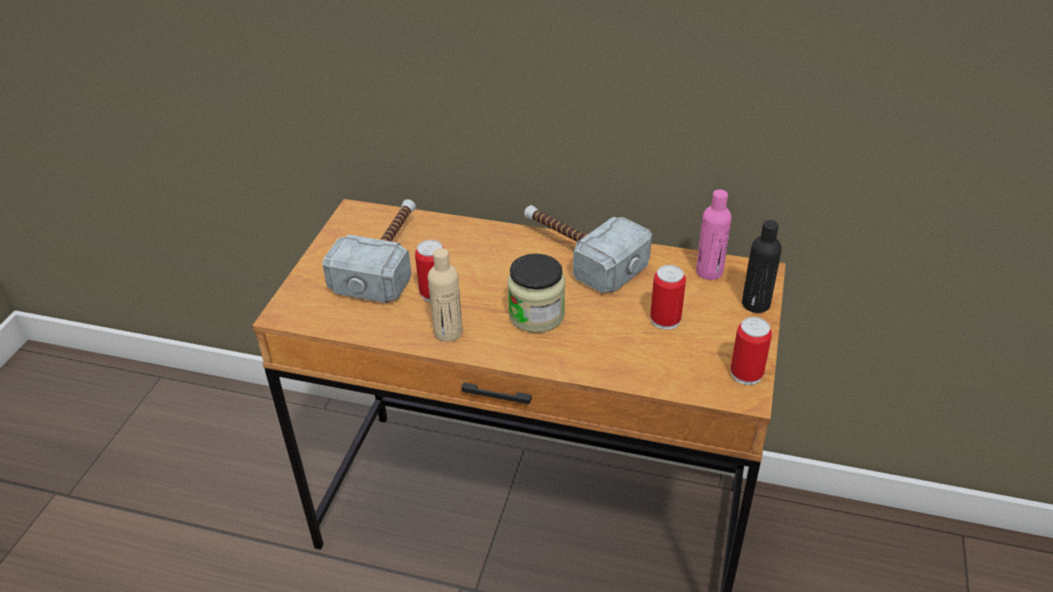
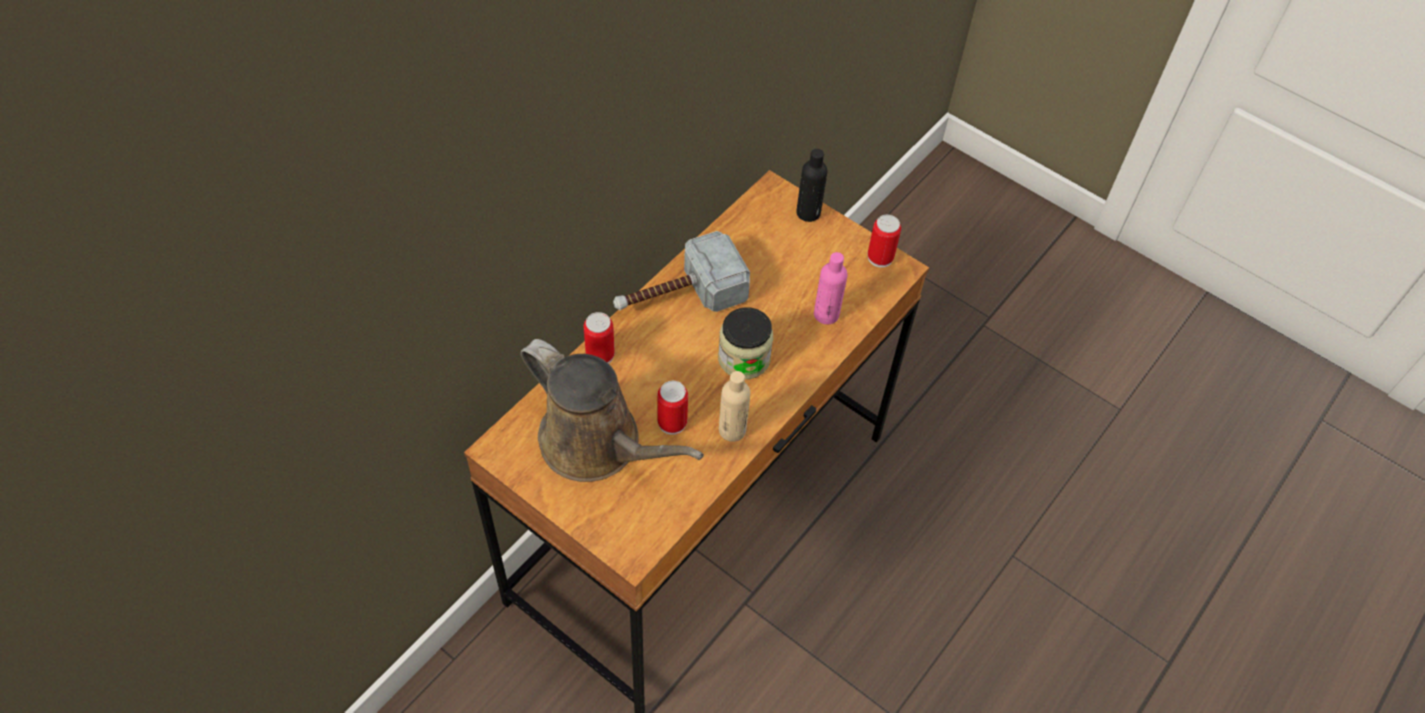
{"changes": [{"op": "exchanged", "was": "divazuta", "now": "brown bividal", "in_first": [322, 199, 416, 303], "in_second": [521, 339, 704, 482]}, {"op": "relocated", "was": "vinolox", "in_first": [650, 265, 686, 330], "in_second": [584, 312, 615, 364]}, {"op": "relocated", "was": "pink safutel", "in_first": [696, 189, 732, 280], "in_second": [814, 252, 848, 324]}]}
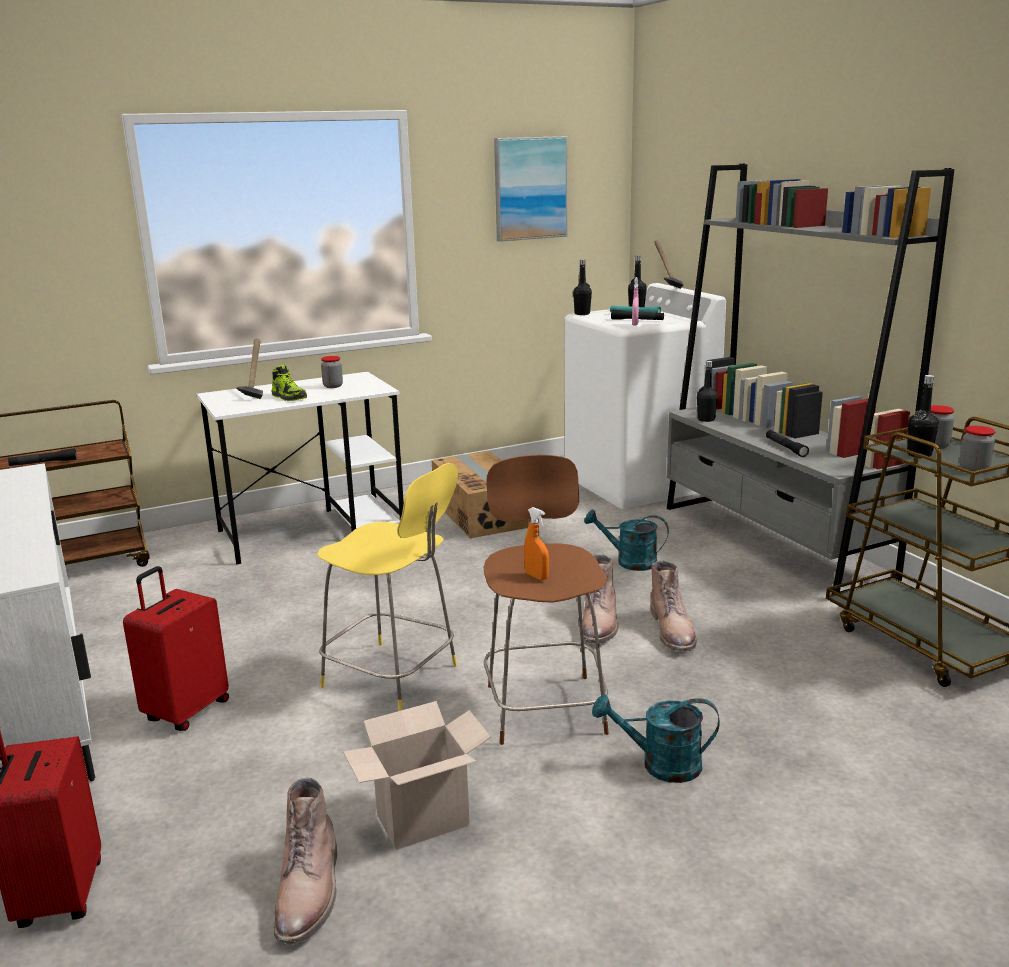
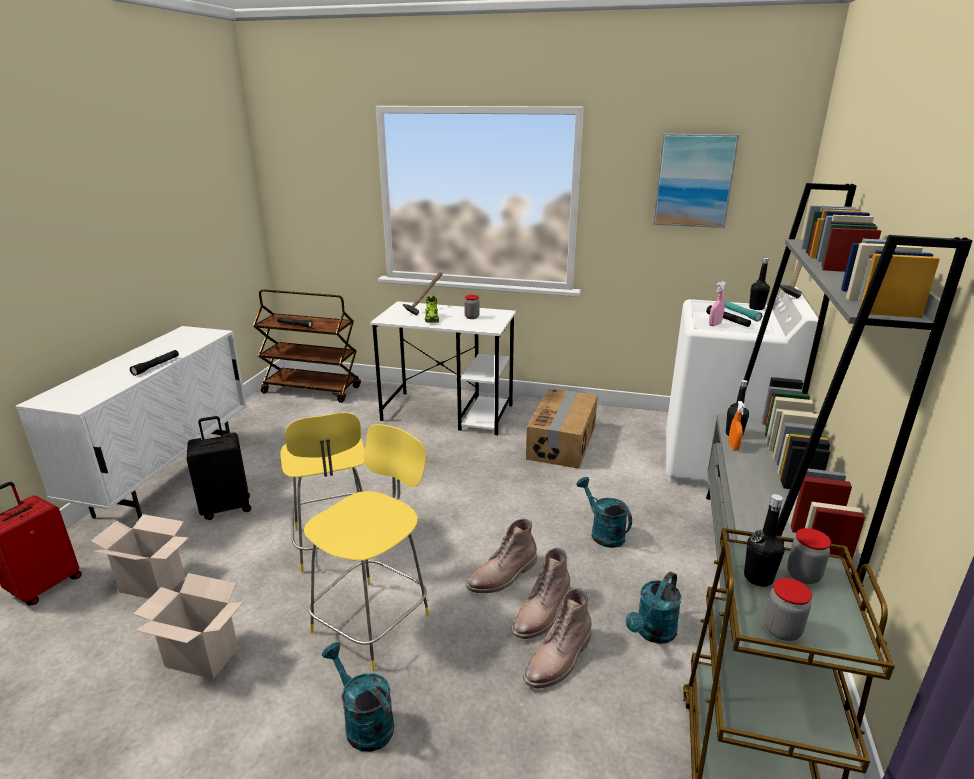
{"changes": [{"op": "colour", "was": "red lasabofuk", "now": "black lasabofuk", "in_first": [123, 566, 229, 731], "in_second": [187, 416, 251, 520]}, {"op": "relocated", "was": "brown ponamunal", "in_first": [274, 777, 337, 945], "in_second": [523, 588, 592, 689]}, {"op": "colour", "was": "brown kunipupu", "now": "yellow kunipupu", "in_first": [484, 455, 609, 745], "in_second": [304, 424, 430, 671]}, {"op": "relocated", "was": "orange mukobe", "in_first": [524, 507, 549, 580], "in_second": [728, 401, 746, 450]}, {"op": "missing", "was": "black safutel", "in_first": [573, 259, 592, 315]}, {"op": "relocated", "was": "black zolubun", "in_first": [766, 430, 809, 457], "in_second": [130, 350, 179, 376]}, {"op": "appeared", "now": "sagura", "in_second": [91, 514, 189, 599]}, {"op": "appeared", "now": "turquoise bividal", "in_second": [626, 572, 682, 644]}]}
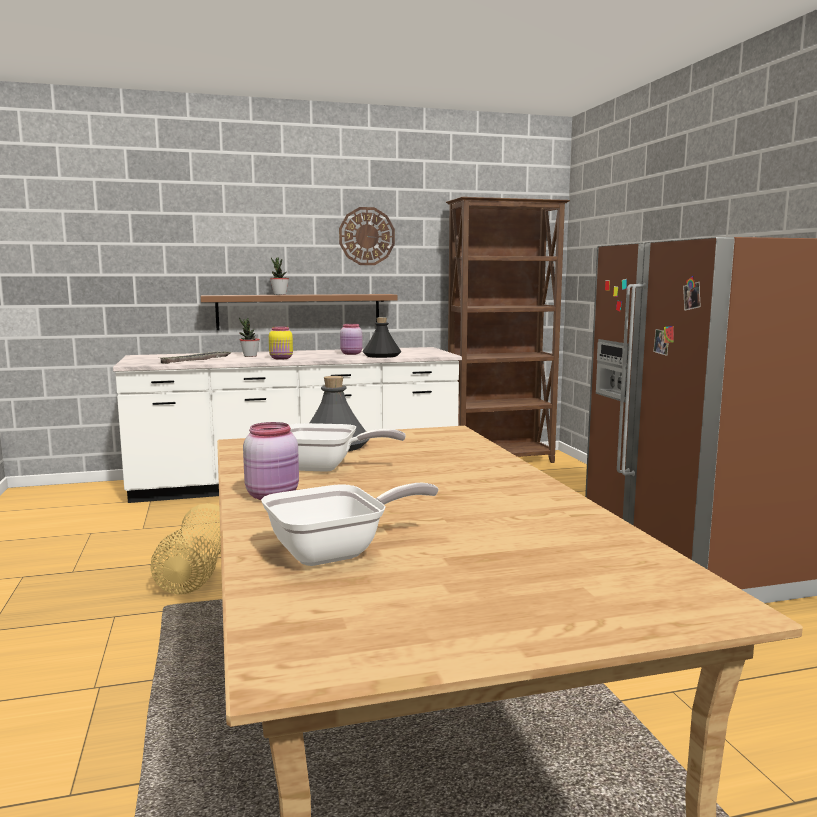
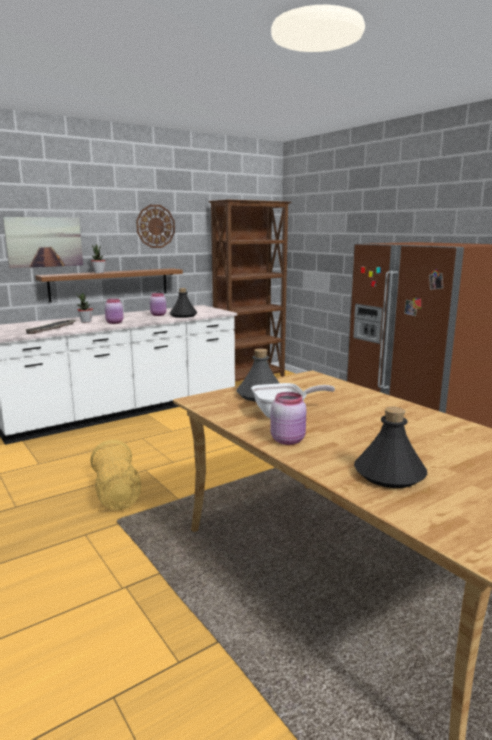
{"changes": [{"op": "exchanged", "was": "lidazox", "now": "black safutel", "in_first": [261, 483, 439, 566], "in_second": [354, 407, 427, 488]}, {"op": "colour", "was": "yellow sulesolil", "now": "pink sulesolil", "in_first": [269, 326, 293, 359], "in_second": [105, 299, 123, 324]}, {"op": "appeared", "now": "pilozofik", "in_second": [3, 217, 83, 268]}]}
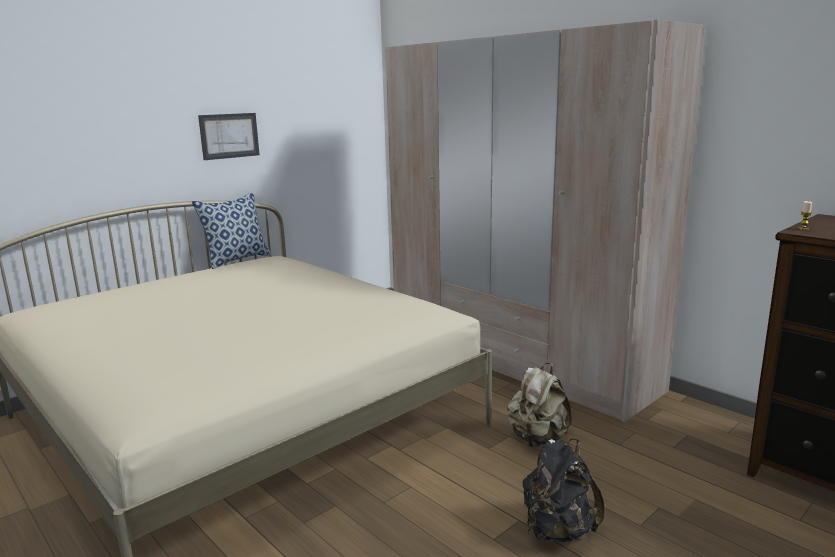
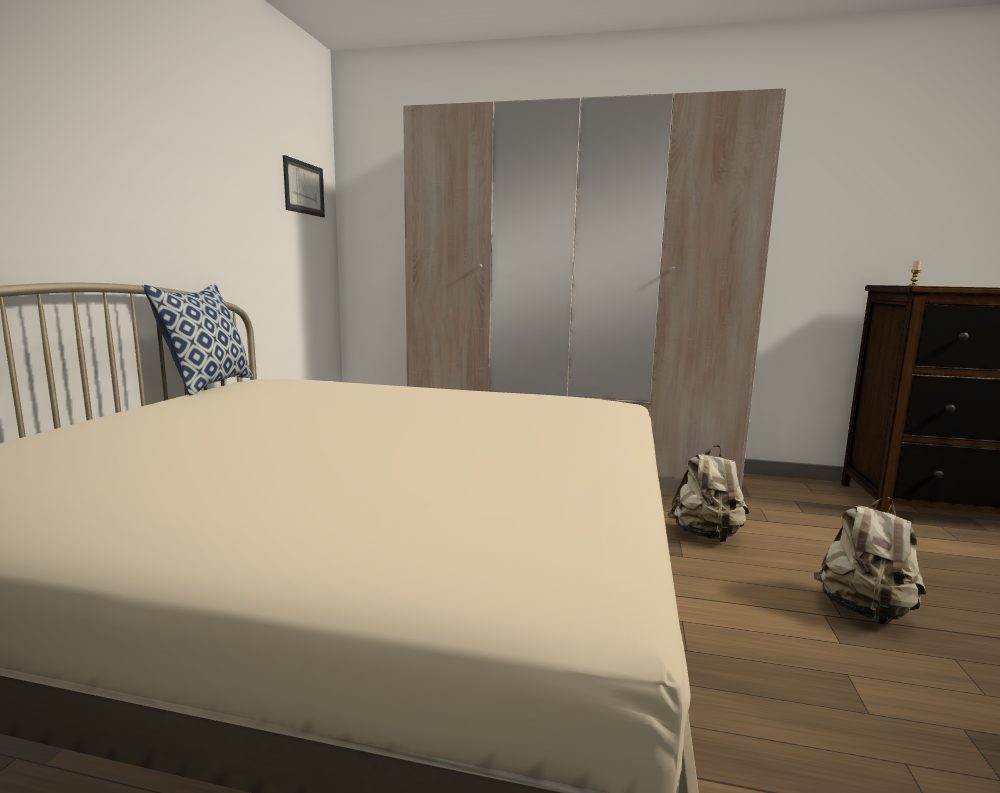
{"changes": [{"op": "relocated", "was": "pilozofik", "in_first": [198, 113, 260, 160], "in_second": [283, 155, 325, 217]}, {"op": "colour", "was": "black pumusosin", "now": "beige pumusosin", "in_first": [522, 439, 605, 542], "in_second": [814, 497, 926, 625]}]}
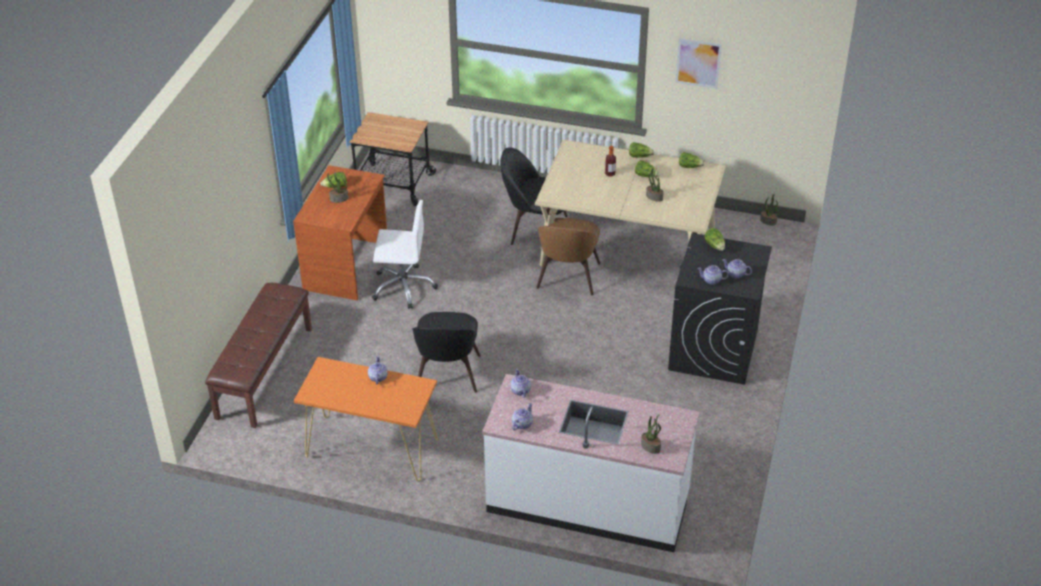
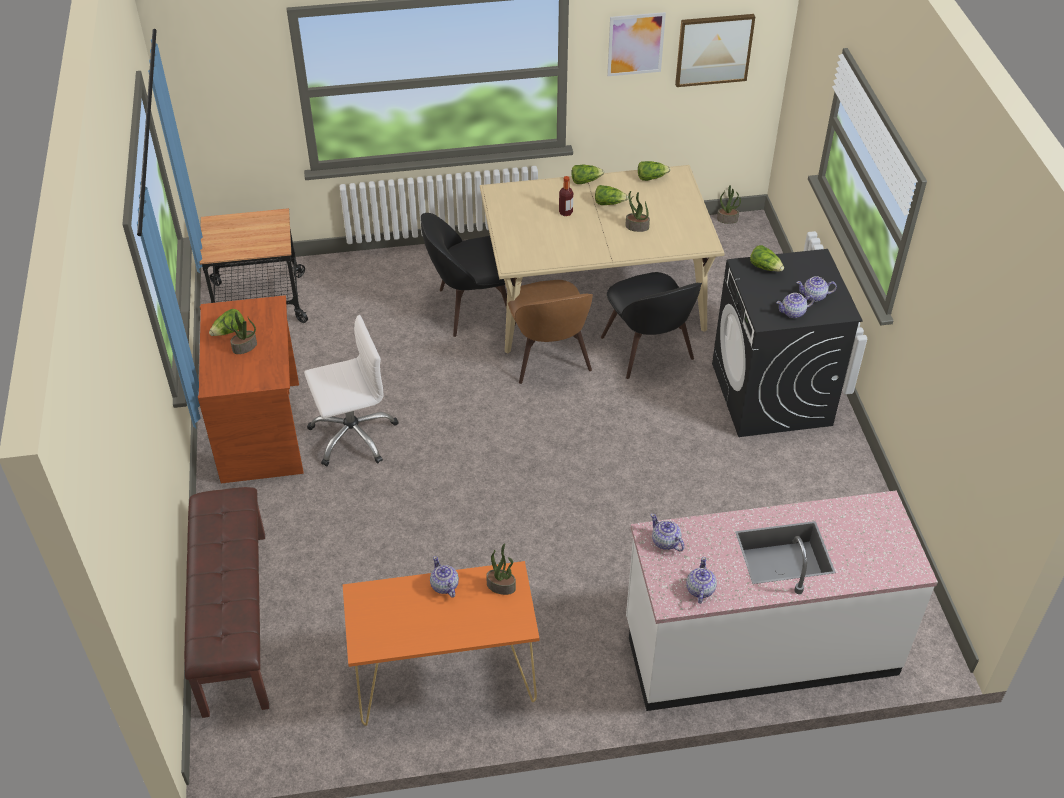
{"changes": [{"op": "relocated", "was": "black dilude", "in_first": [412, 312, 481, 393], "in_second": [601, 272, 702, 379]}, {"op": "relocated", "was": "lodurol", "in_first": [641, 414, 661, 454], "in_second": [486, 543, 516, 595]}, {"op": "appeared", "now": "pilozofik", "in_second": [675, 14, 755, 87]}]}
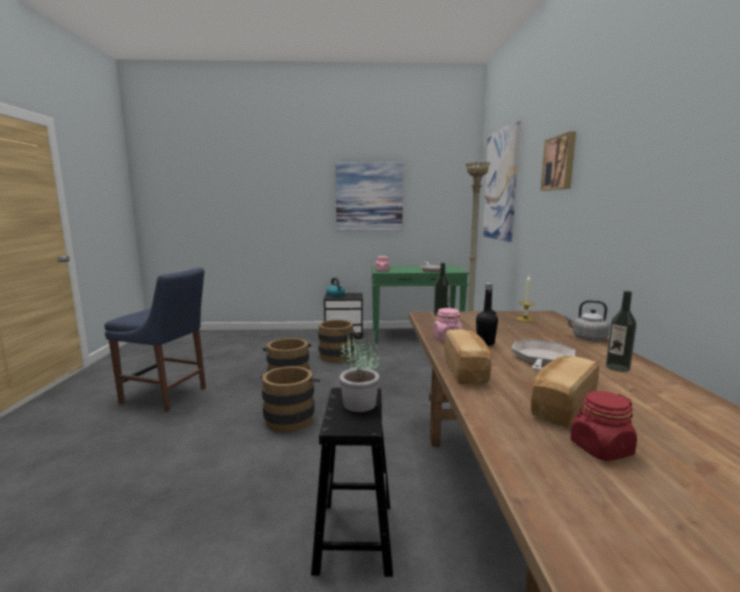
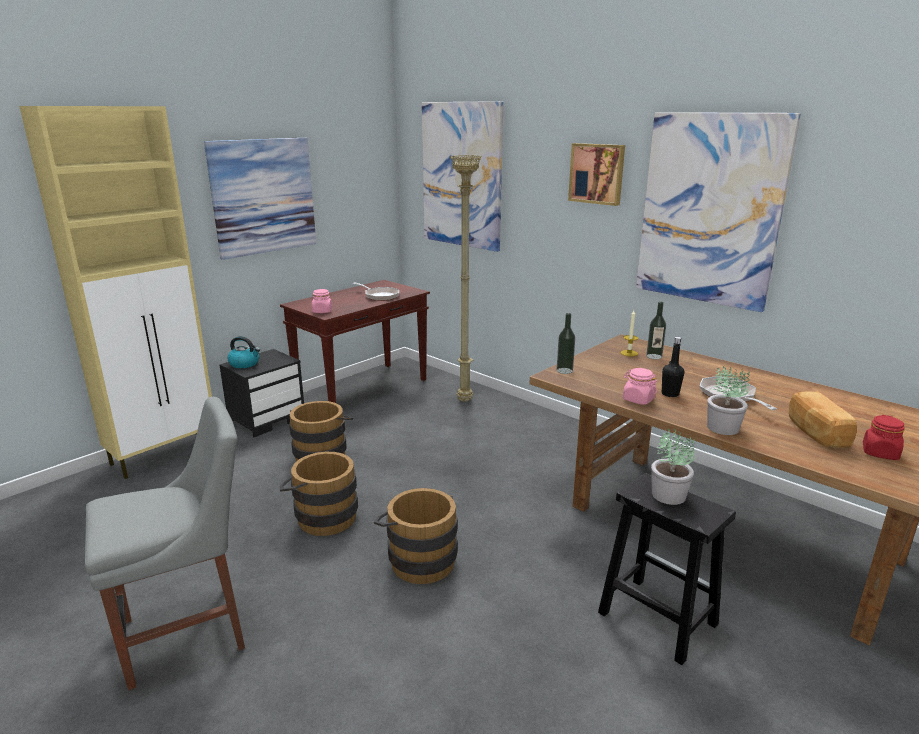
{"changes": [{"op": "colour", "was": "blue dilude", "now": "grey dilude", "in_first": [104, 268, 206, 412], "in_second": [85, 397, 245, 690]}, {"op": "colour", "was": "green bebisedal", "now": "brown bebisedal", "in_first": [371, 265, 469, 343], "in_second": [280, 280, 430, 403]}, {"op": "exchanged", "was": "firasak", "now": "lodurol", "in_first": [444, 329, 491, 385], "in_second": [707, 366, 750, 435]}, {"op": "missing", "was": "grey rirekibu", "in_first": [565, 300, 610, 341]}, {"op": "relocated", "was": "safutel", "in_first": [606, 291, 637, 372], "in_second": [646, 302, 666, 359]}, {"op": "appeared", "now": "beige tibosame", "in_second": [19, 106, 212, 479]}, {"op": "appeared", "now": "pilozofik", "in_second": [636, 112, 801, 312]}]}
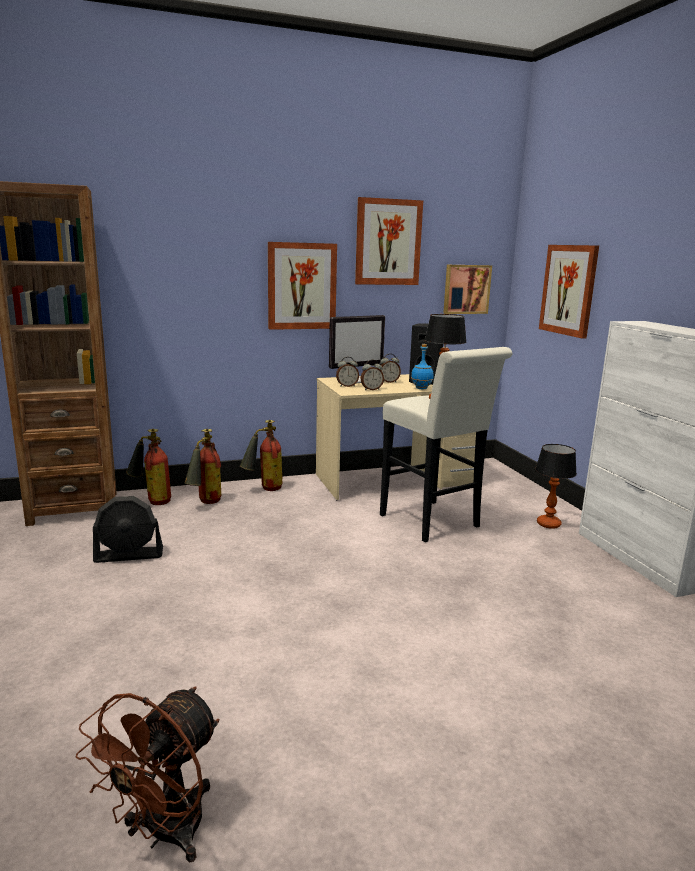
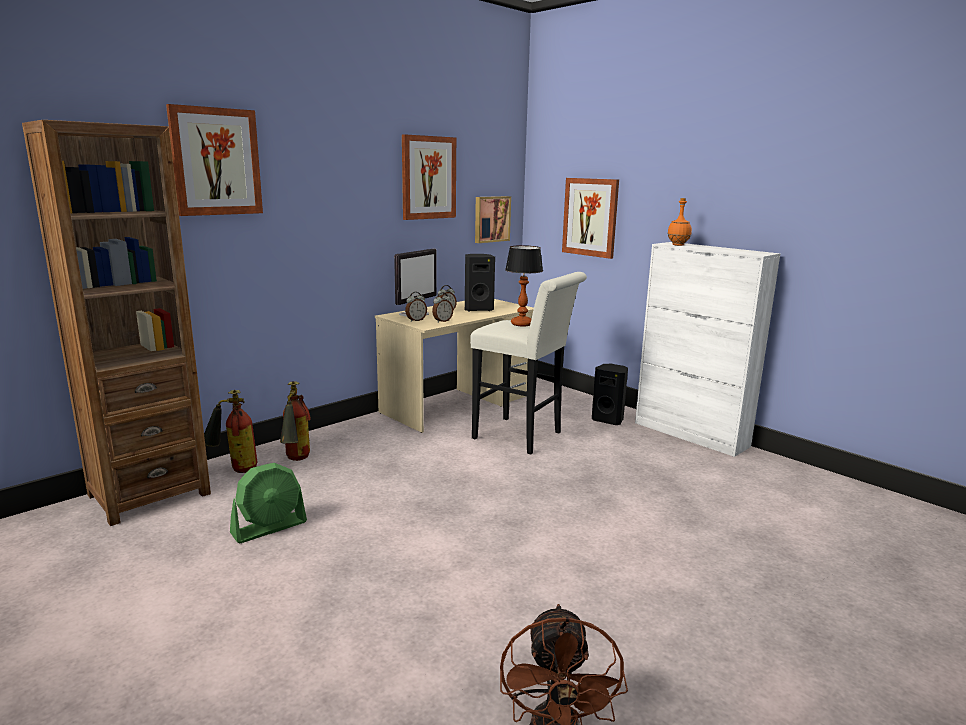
{"changes": [{"op": "colour", "was": "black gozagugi", "now": "green gozagugi", "in_first": [93, 496, 163, 563], "in_second": [230, 463, 307, 543]}, {"op": "missing", "was": "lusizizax", "in_first": [240, 420, 283, 491]}, {"op": "relocated", "was": "pilozofik", "in_first": [268, 242, 337, 330], "in_second": [166, 104, 263, 216]}, {"op": "missing", "was": "blue safutel", "in_first": [411, 344, 434, 389]}, {"op": "exchanged", "was": "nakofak", "now": "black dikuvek", "in_first": [535, 444, 577, 529], "in_second": [592, 364, 628, 425]}, {"op": "appeared", "now": "orange safutel", "in_second": [667, 198, 692, 246]}]}
